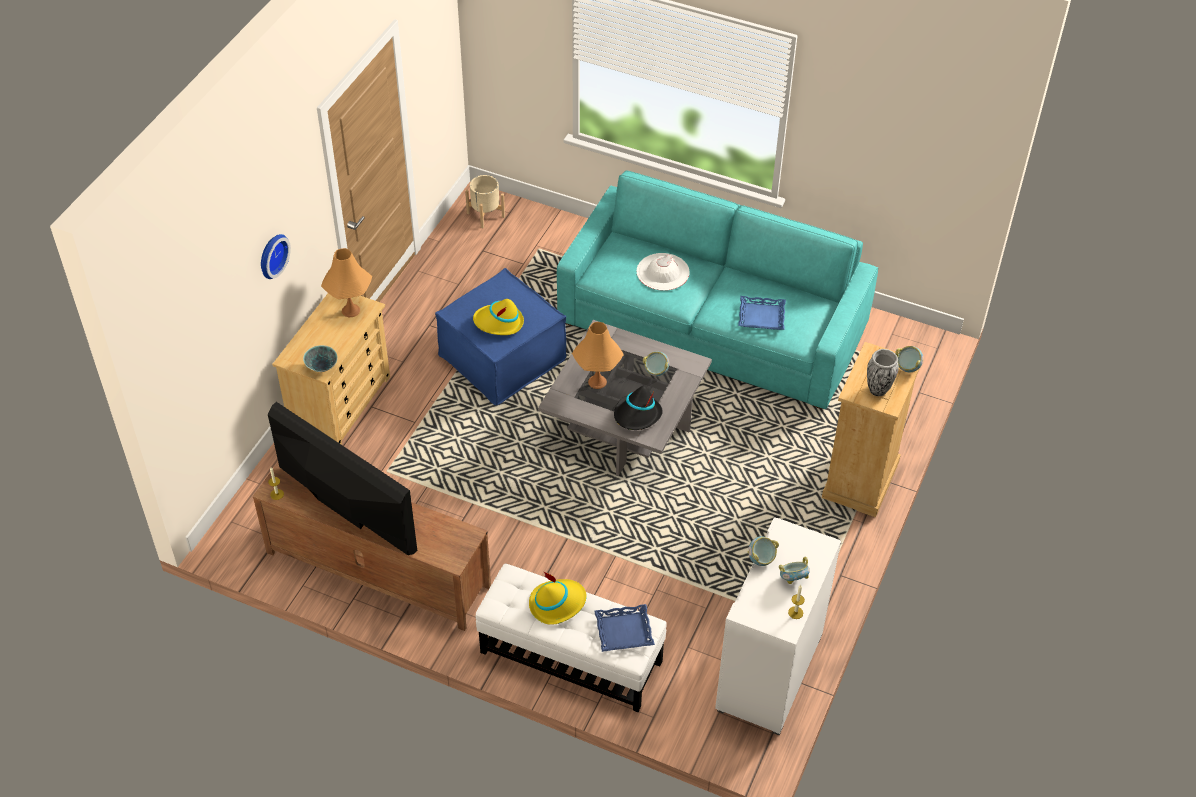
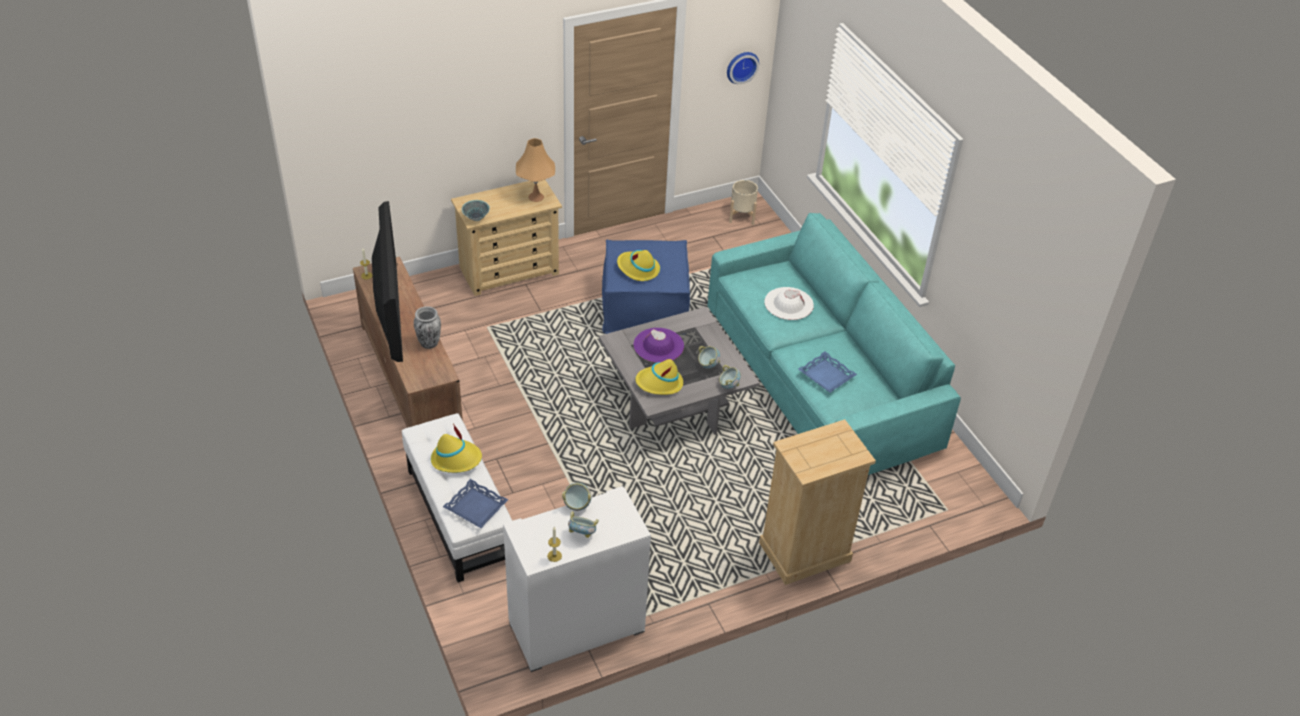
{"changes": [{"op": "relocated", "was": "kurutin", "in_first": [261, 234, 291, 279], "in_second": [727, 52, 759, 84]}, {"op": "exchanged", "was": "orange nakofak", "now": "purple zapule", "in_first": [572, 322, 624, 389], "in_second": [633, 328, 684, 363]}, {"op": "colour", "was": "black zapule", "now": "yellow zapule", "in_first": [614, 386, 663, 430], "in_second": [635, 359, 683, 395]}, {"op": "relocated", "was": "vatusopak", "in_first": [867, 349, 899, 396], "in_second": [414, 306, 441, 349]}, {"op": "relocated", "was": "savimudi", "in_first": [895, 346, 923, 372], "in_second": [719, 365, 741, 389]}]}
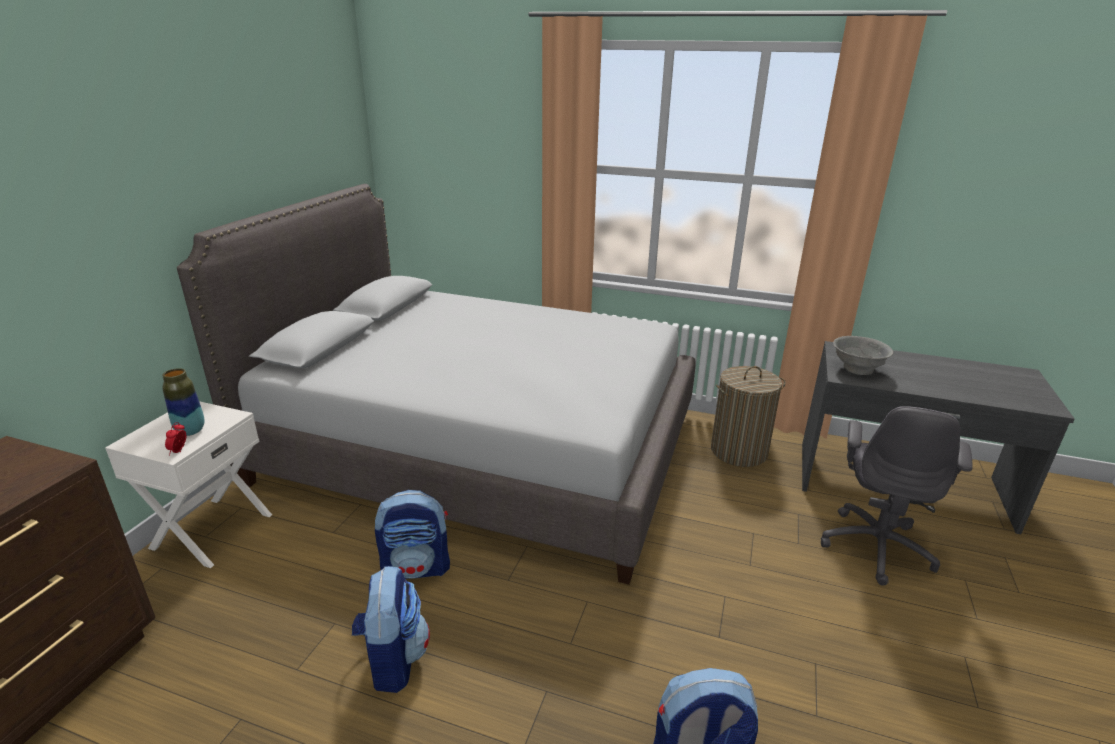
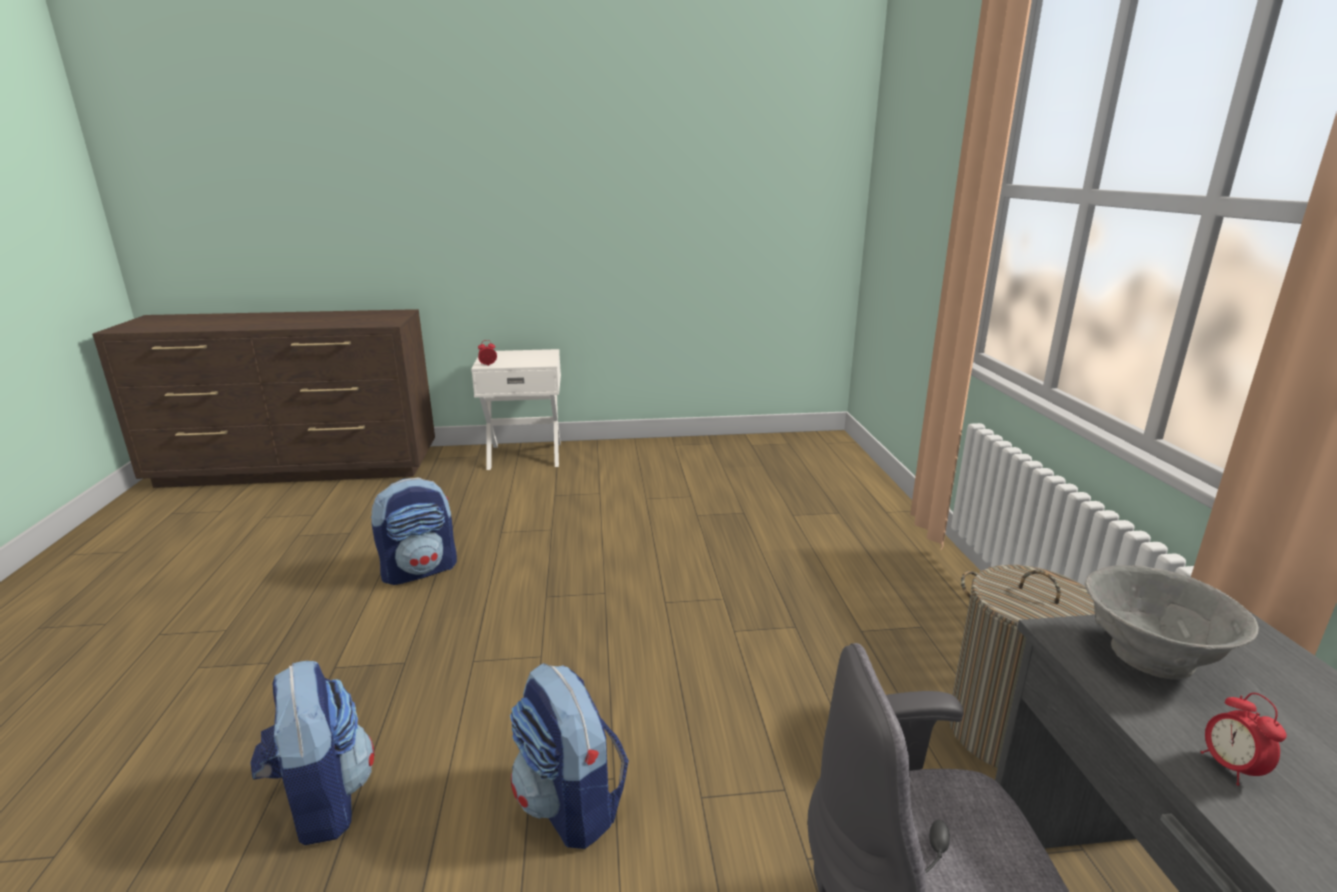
{"changes": [{"op": "missing", "was": "vatusopak", "in_first": [162, 368, 205, 436]}, {"op": "missing", "was": "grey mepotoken", "in_first": [177, 184, 696, 585]}, {"op": "relocated", "was": "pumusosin", "in_first": [375, 490, 450, 579], "in_second": [510, 663, 629, 849]}, {"op": "appeared", "now": "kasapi", "in_second": [1201, 693, 1287, 786]}]}
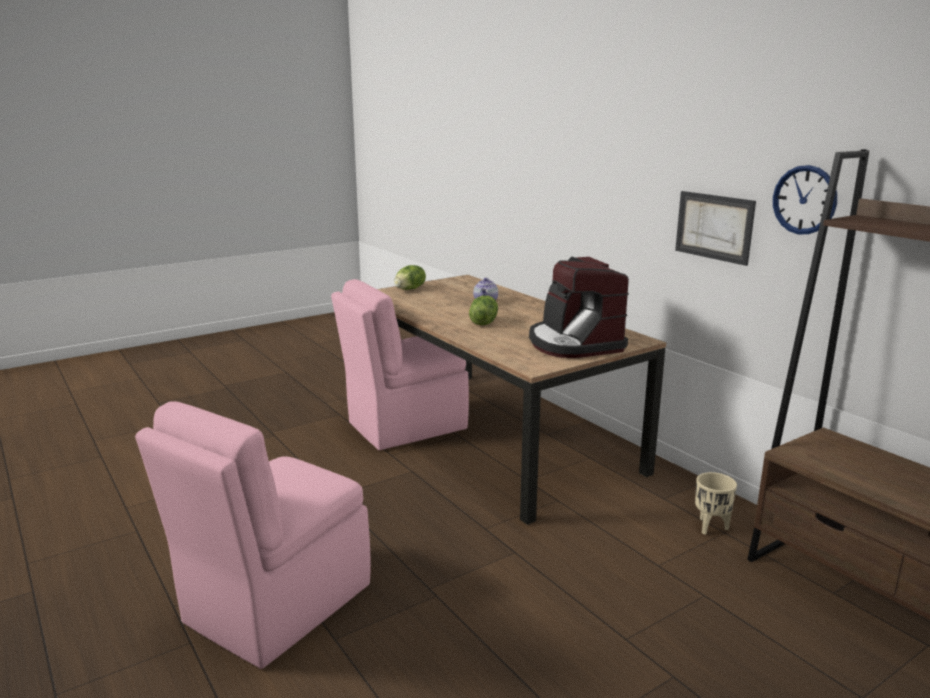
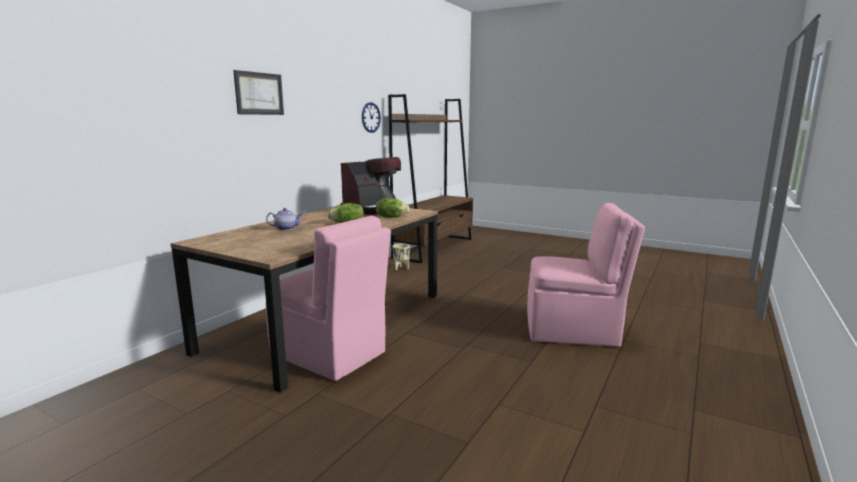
{"changes": [{"op": "relocated", "was": "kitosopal", "in_first": [394, 265, 426, 290], "in_second": [376, 198, 409, 218]}, {"op": "relocated", "was": "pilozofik", "in_first": [675, 191, 756, 266], "in_second": [233, 70, 284, 115]}]}
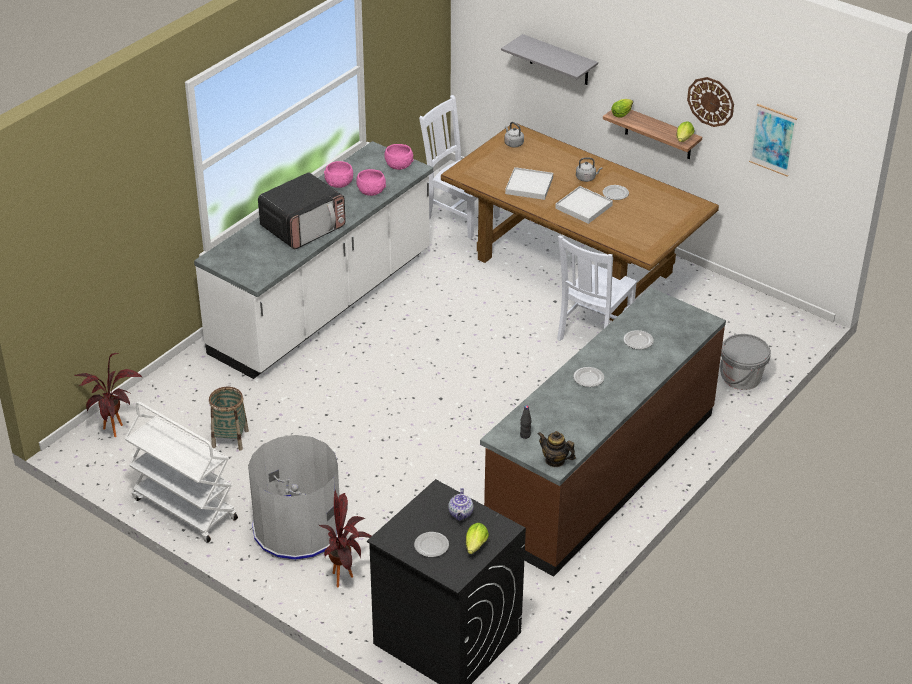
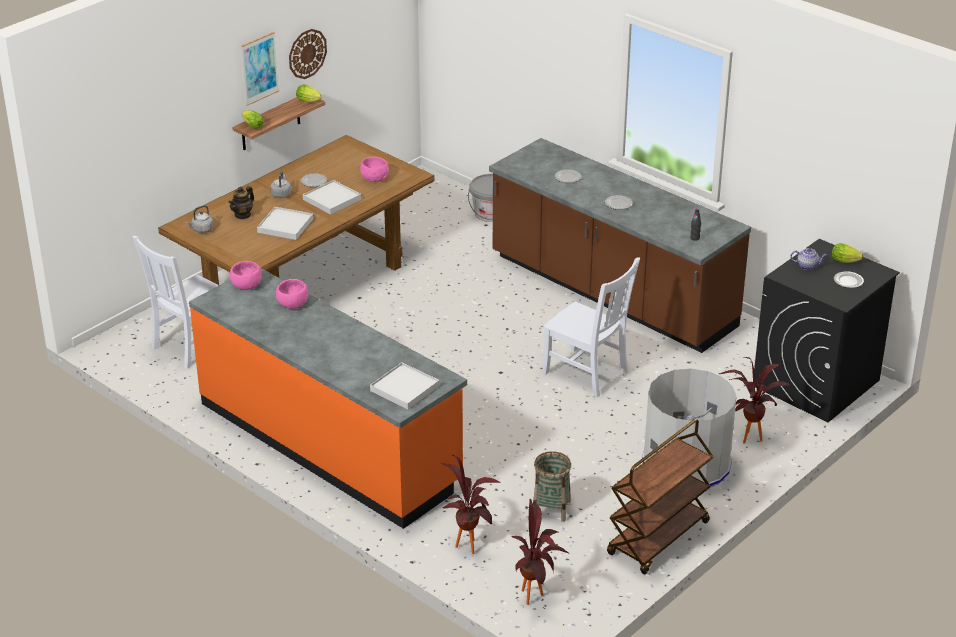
{"changes": [{"op": "colour", "was": "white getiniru", "now": "brown getiniru", "in_first": [125, 401, 238, 543], "in_second": [607, 419, 714, 574]}, {"op": "colour", "was": "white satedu", "now": "orange satedu", "in_first": [194, 141, 433, 379], "in_second": [189, 268, 467, 529]}, {"op": "missing", "was": "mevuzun", "in_first": [258, 173, 346, 249]}, {"op": "relocated", "was": "pink savimudi", "in_first": [324, 161, 353, 188], "in_second": [360, 157, 389, 182]}, {"op": "missing", "was": "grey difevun", "in_first": [501, 34, 598, 85]}, {"op": "relocated", "was": "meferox", "in_first": [538, 431, 576, 467], "in_second": [228, 186, 254, 219]}, {"op": "relocated", "was": "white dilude", "in_first": [557, 236, 637, 341], "in_second": [542, 257, 640, 397]}, {"op": "relocated", "was": "pilozofik", "in_first": [749, 104, 797, 177], "in_second": [241, 32, 279, 106]}, {"op": "appeared", "now": "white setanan", "in_second": [370, 363, 439, 409]}, {"op": "appeared", "now": "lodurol", "in_second": [442, 455, 501, 554]}]}
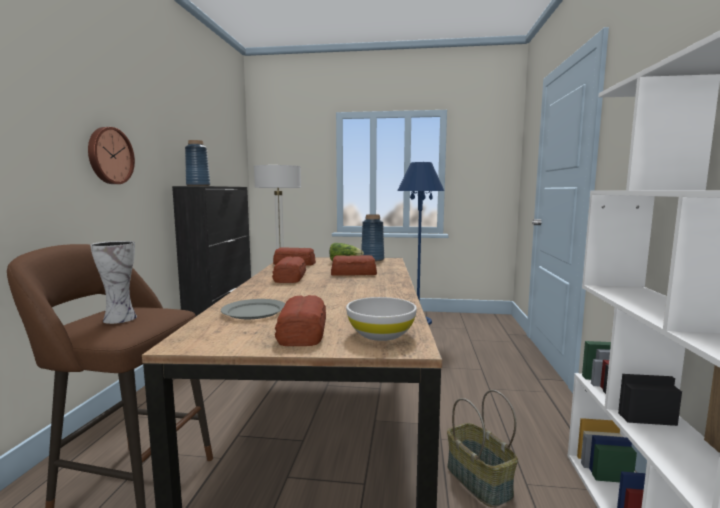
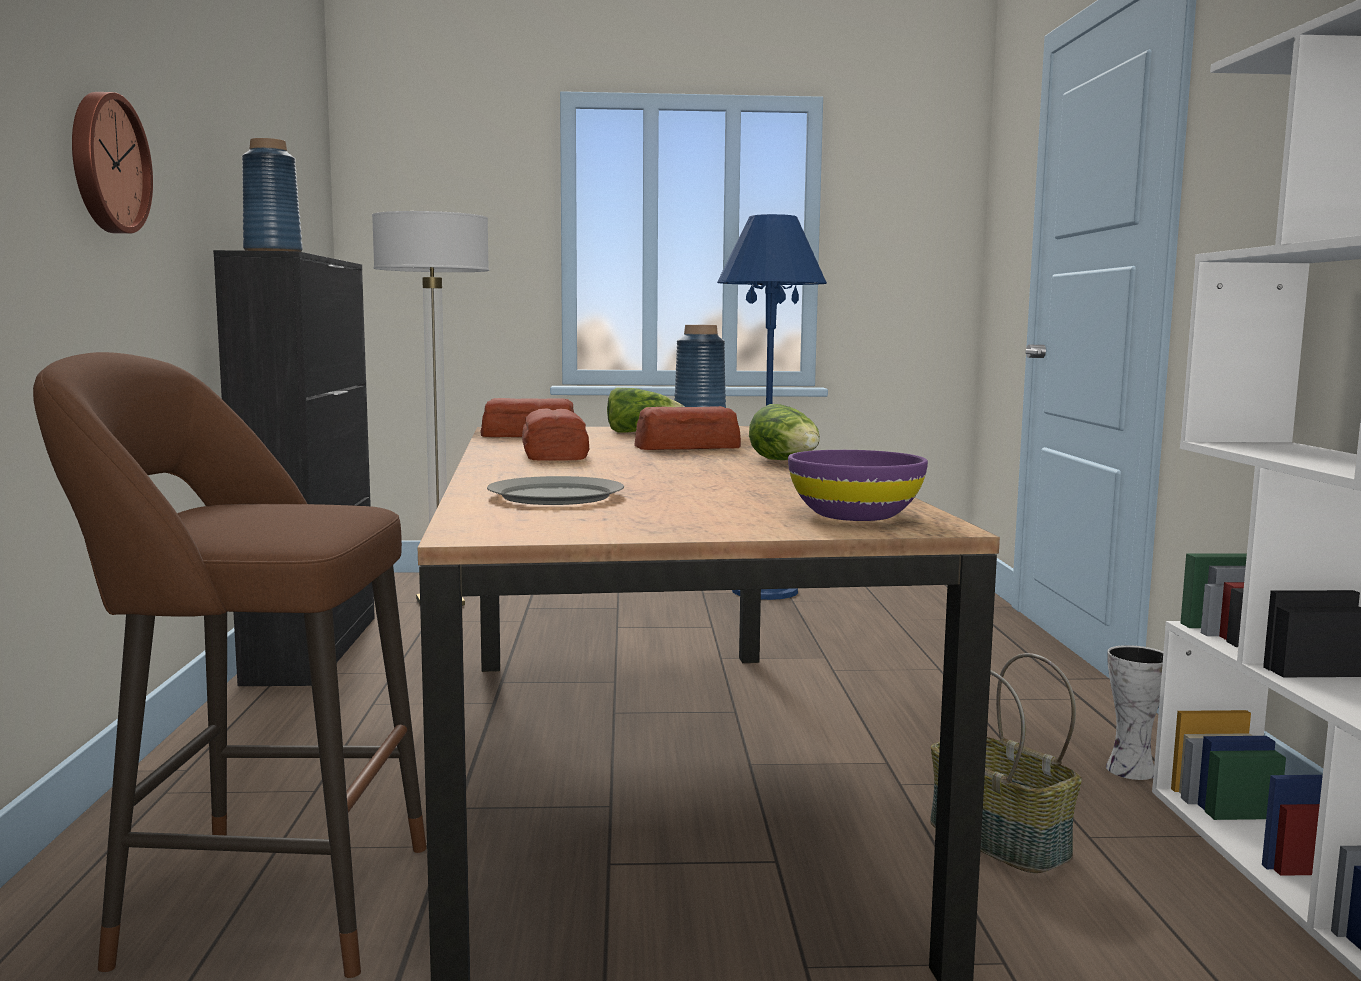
{"changes": [{"op": "relocated", "was": "vatusopak", "in_first": [90, 241, 137, 324], "in_second": [1106, 645, 1163, 780]}, {"op": "missing", "was": "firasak", "in_first": [275, 295, 326, 346]}, {"op": "colour", "was": "white savimudi", "now": "purple savimudi", "in_first": [346, 297, 417, 341], "in_second": [788, 450, 928, 521]}, {"op": "appeared", "now": "kitosopal", "in_second": [749, 404, 820, 460]}]}
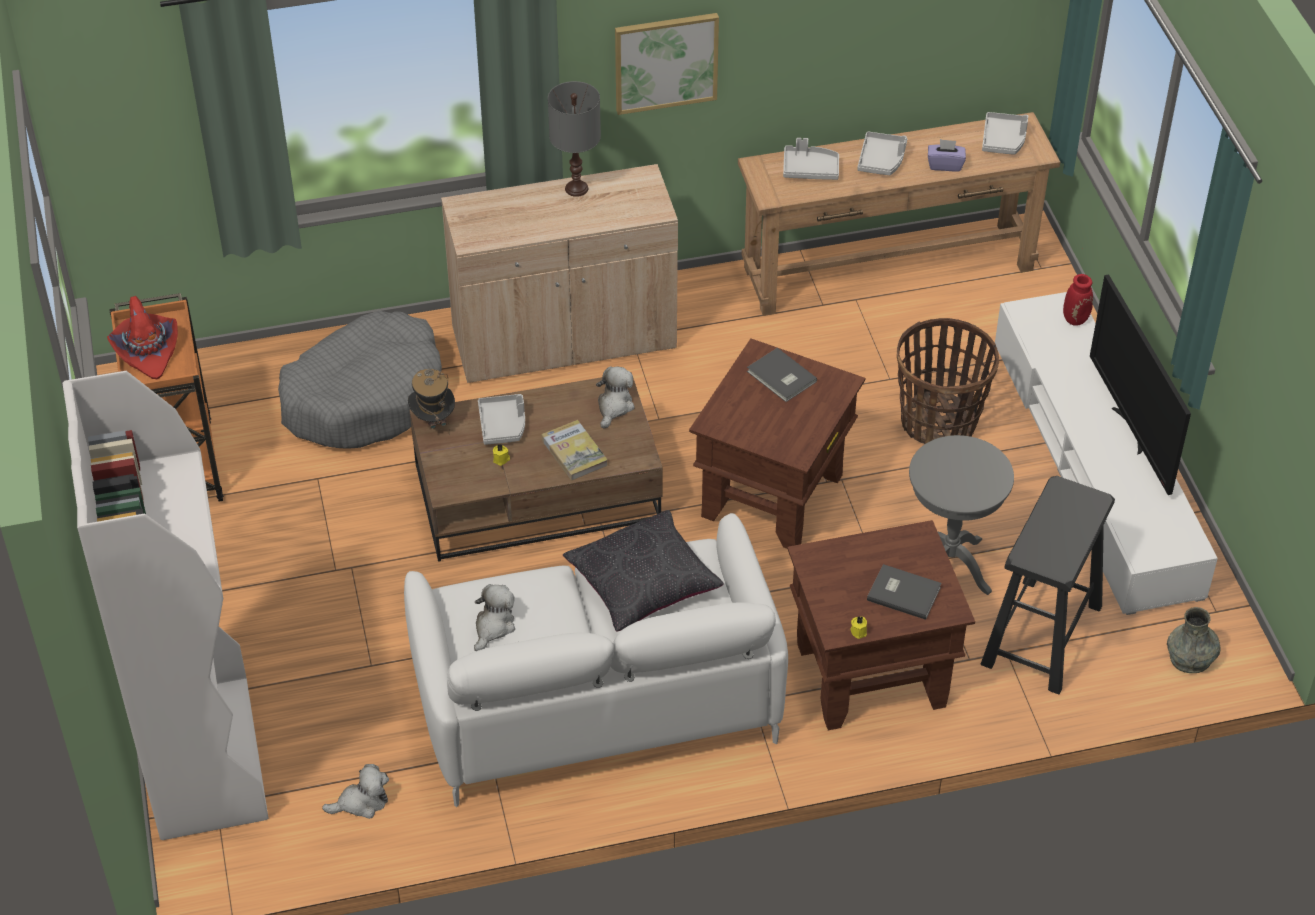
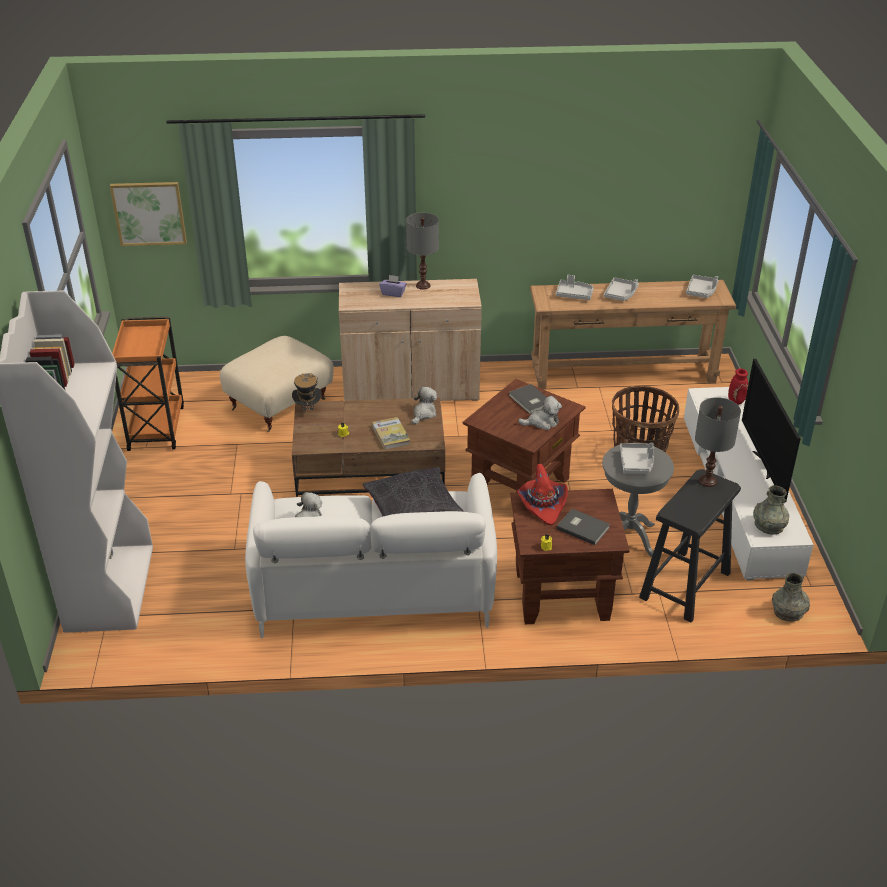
{"changes": [{"op": "relocated", "was": "red zapule", "in_first": [107, 296, 178, 379], "in_second": [517, 464, 568, 526]}, {"op": "exchanged", "was": "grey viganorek", "now": "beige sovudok", "in_first": [278, 311, 442, 448], "in_second": [220, 336, 334, 432]}, {"op": "relocated", "was": "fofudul", "in_first": [322, 764, 389, 819], "in_second": [518, 396, 562, 430]}, {"op": "relocated", "was": "grey setanan", "in_first": [478, 394, 525, 445], "in_second": [620, 443, 654, 473]}, {"op": "relocated", "was": "pilozofik", "in_first": [615, 13, 719, 115], "in_second": [110, 182, 187, 246]}, {"op": "relocated", "was": "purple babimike", "in_first": [928, 139, 966, 172], "in_second": [379, 275, 407, 297]}, {"op": "appeared", "now": "grey nakofak", "in_second": [695, 397, 741, 487]}, {"op": "appeared", "now": "grey vatusopak", "in_second": [753, 485, 789, 535]}]}
